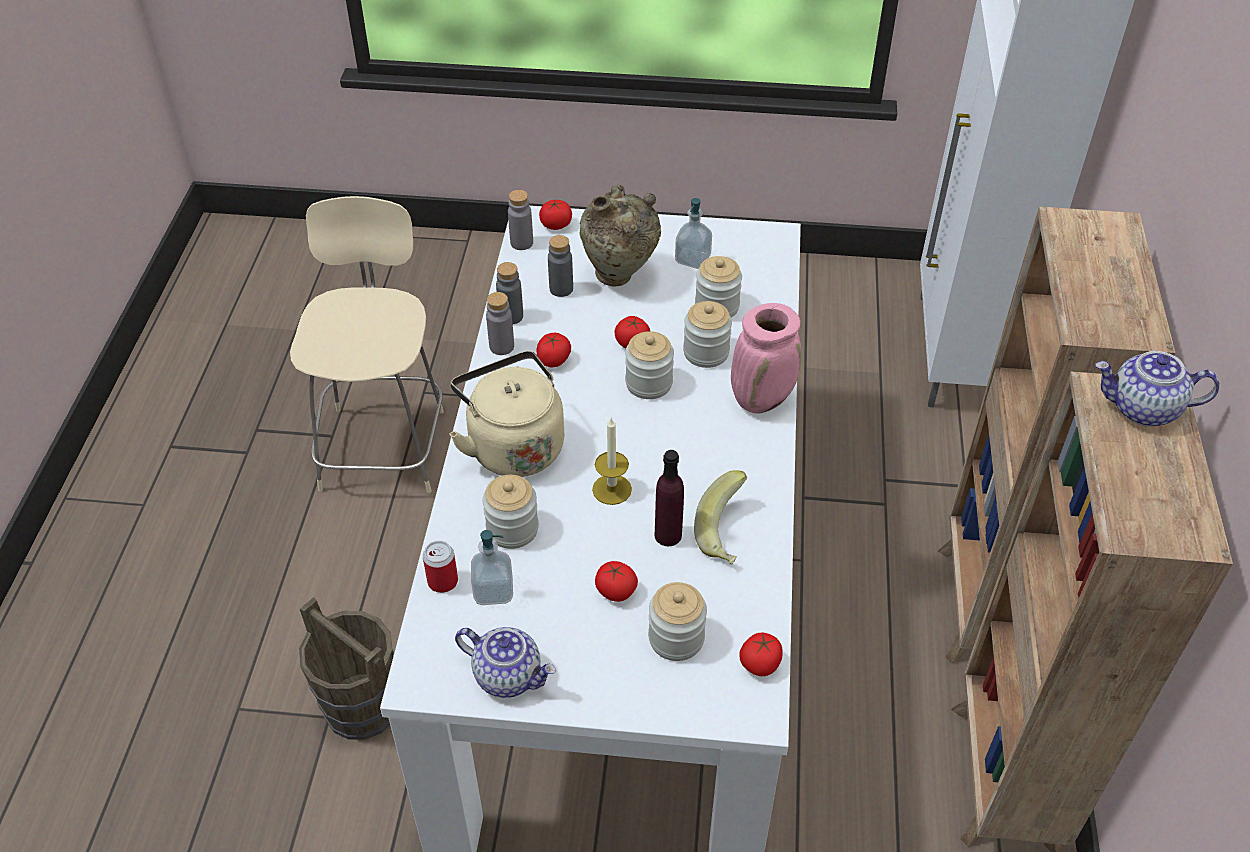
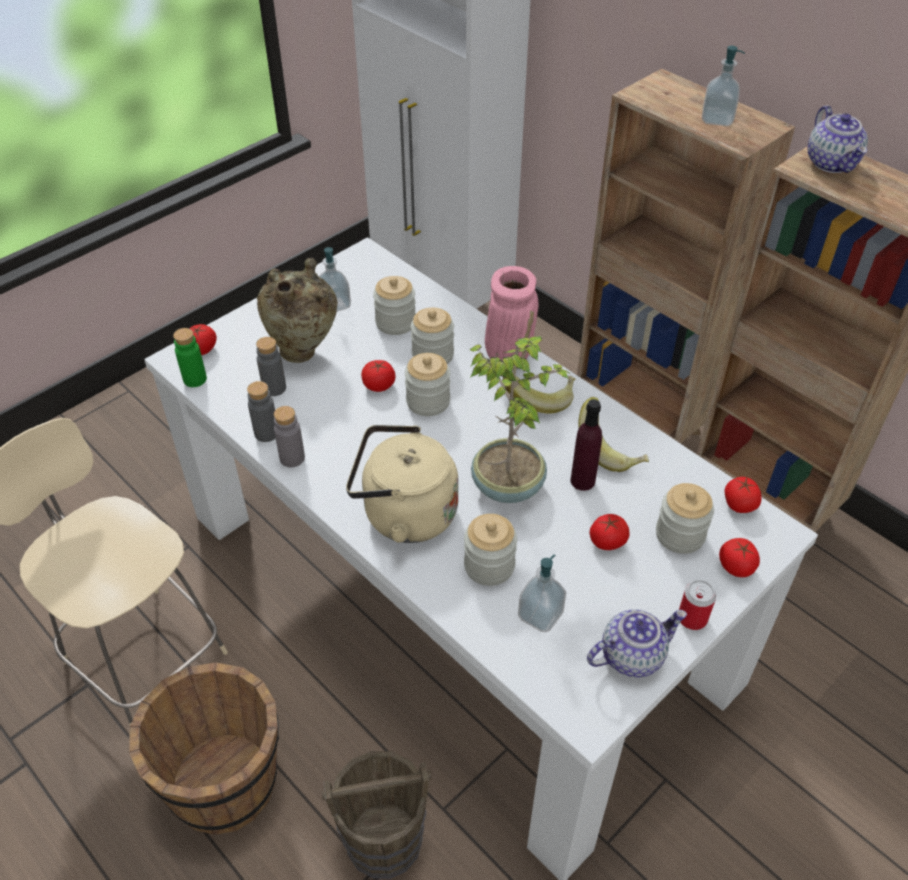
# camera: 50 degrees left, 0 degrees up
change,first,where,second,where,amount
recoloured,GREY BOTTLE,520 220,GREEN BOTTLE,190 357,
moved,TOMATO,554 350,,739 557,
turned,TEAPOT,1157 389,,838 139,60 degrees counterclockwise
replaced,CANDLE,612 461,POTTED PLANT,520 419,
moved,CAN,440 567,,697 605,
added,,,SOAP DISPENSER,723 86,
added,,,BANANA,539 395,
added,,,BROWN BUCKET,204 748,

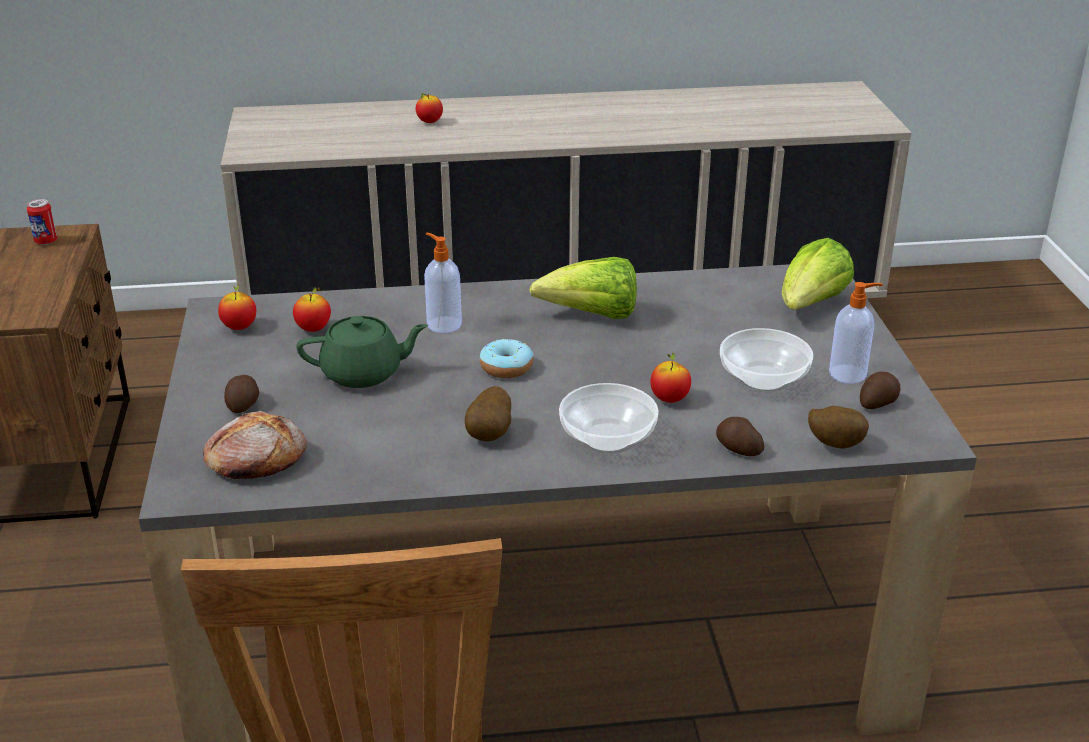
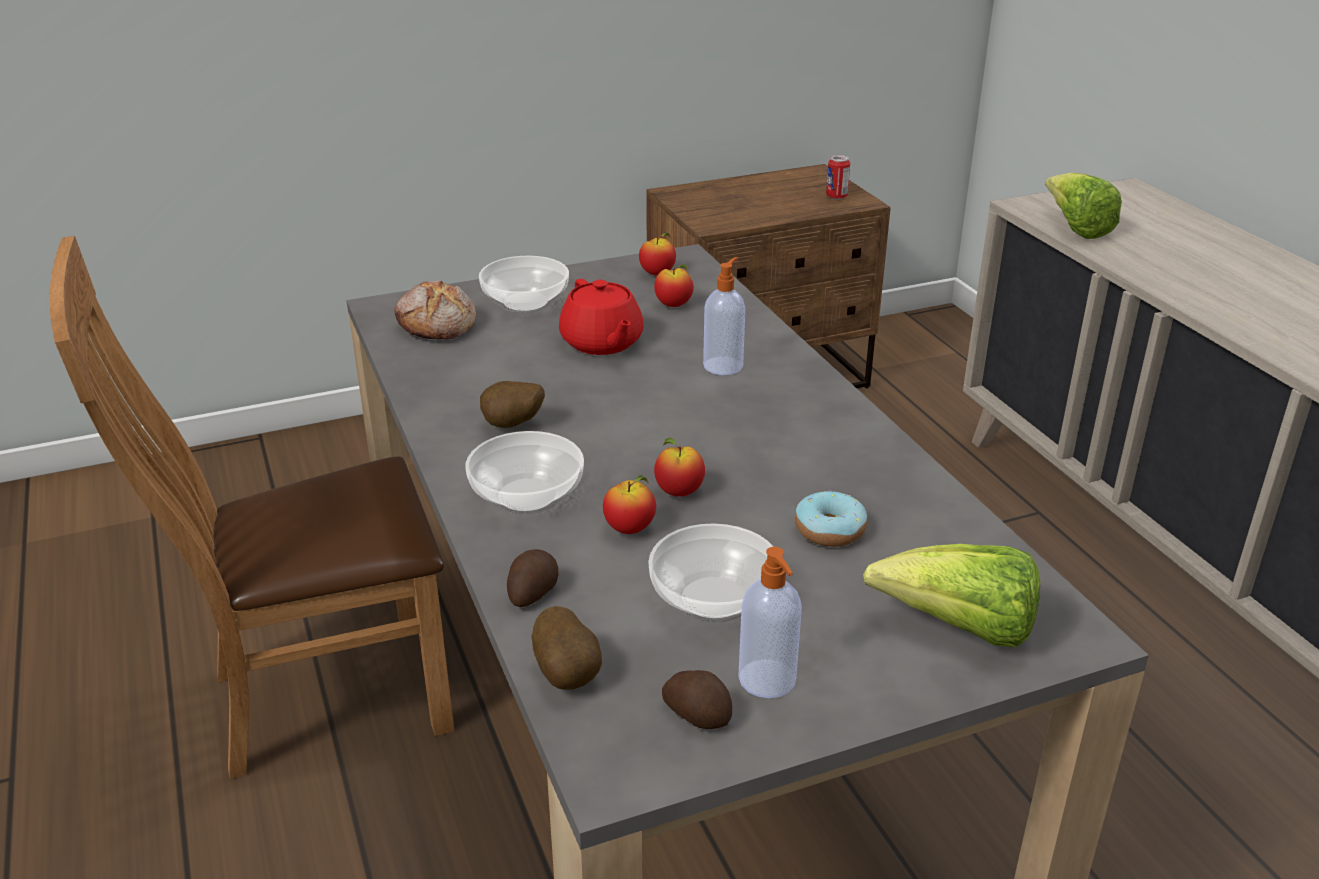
# camera: 75 degrees right, 0 degrees up
change,first,where,second,where,amount
moved,APPLE,429 108,,679 467,
moved,LETTUCE,583 288,,1083 206,
recoloured,GREEN TEAPOT,362 352,RED TEAPOT,601 317,
moved,DONUT,507 358,,831 518,
replaced,POTATO,241 394,BOWL,524 284,

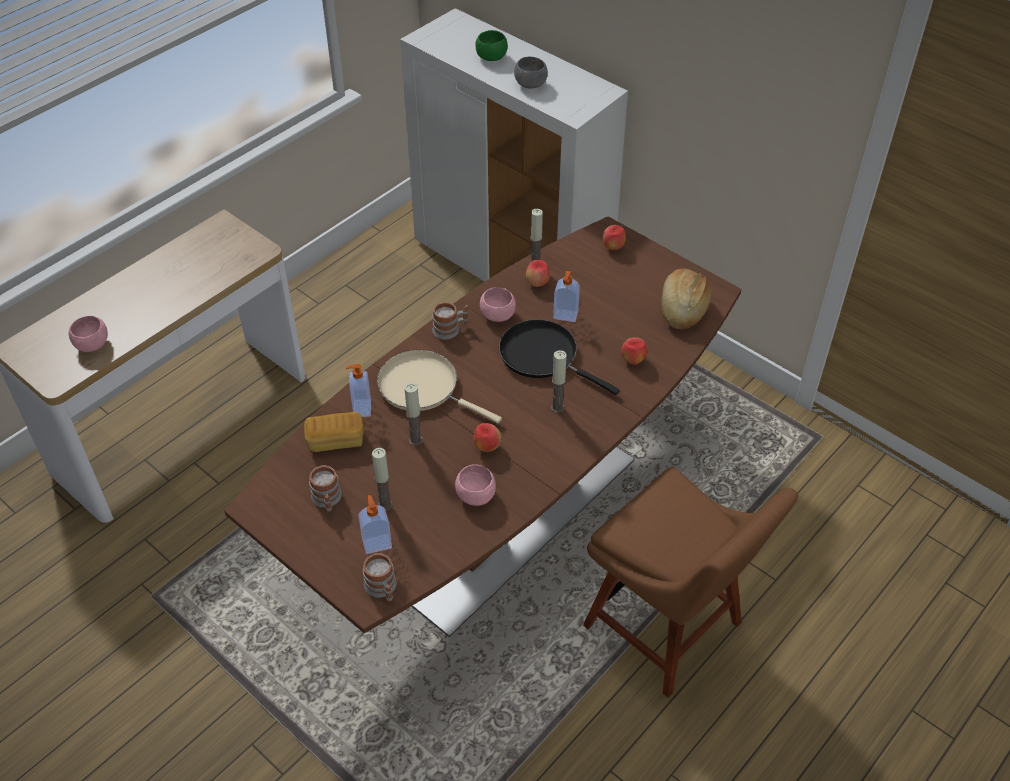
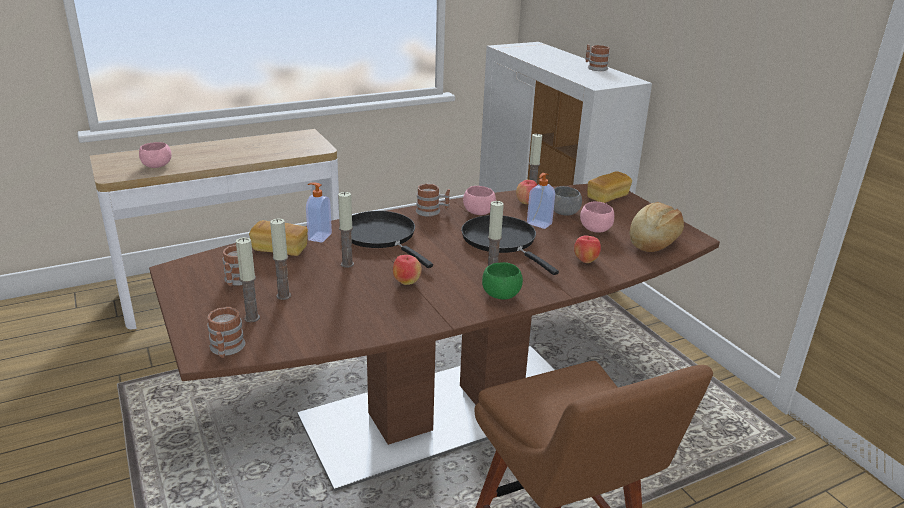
# camera: 20 degrees right, 20 degrees down
change,first,where,second,where,amount
moved,GREEN BOWL,491 45,,502 281,
moved,GREY BOWL,531 72,,568 201,
replaced,APPLE,614 237,BREAD,609 187,
recoloured,BEIGE FRYING PAN,439 387,BLACK FRYING PAN,392 239,
moved,PINK BOWL,475 485,,597 217,
replaced,SOAP DISPENSER,375 524,CANDLE,248 279,
added,,,MUG,597 58,

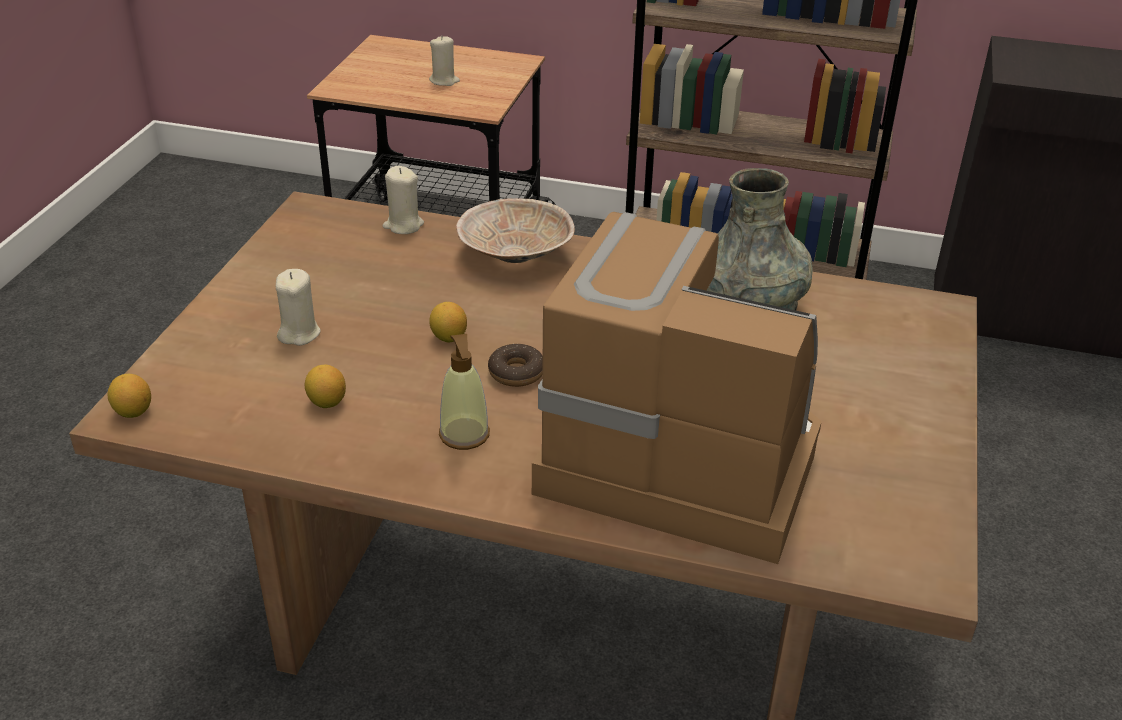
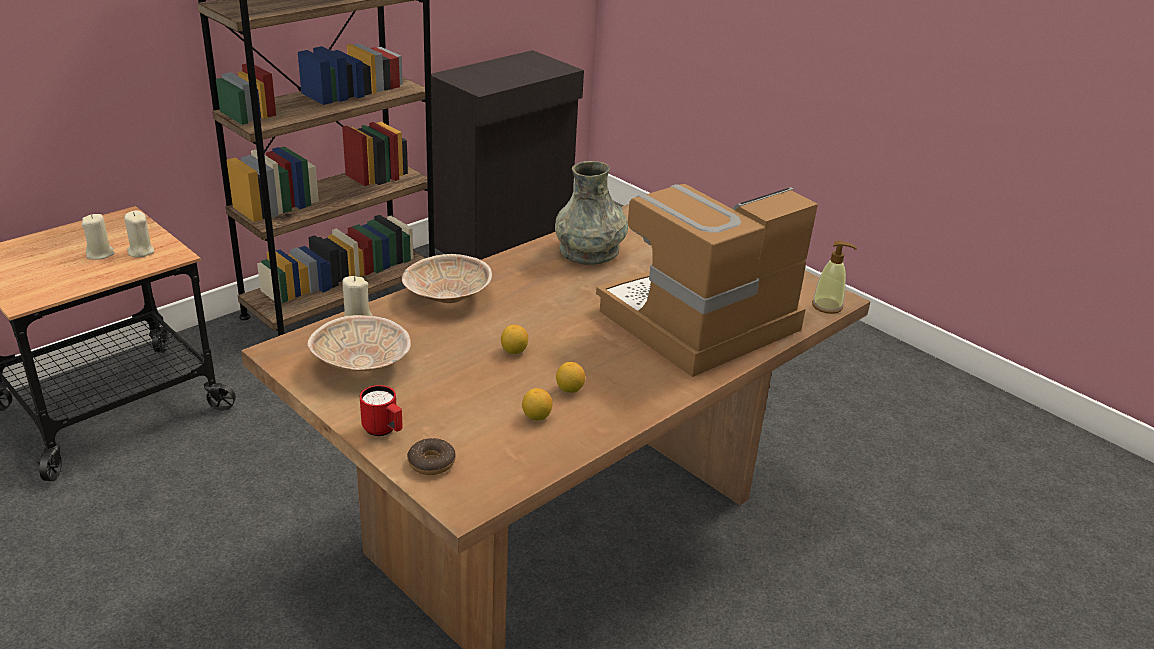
# camera: 60 degrees left, 5 degrees down
change,first,where,second,where,amount
moved,BEIGE CANDLE,298 307,,139 234,
moved,SOAP DISPENSER,464 392,,834 277,
moved,DONUT,515 365,,431 456,
moved,LEMON,129 396,,570 377,
added,,,BEIGE BOWL,359 343,
added,,,RED MUG,381 410,

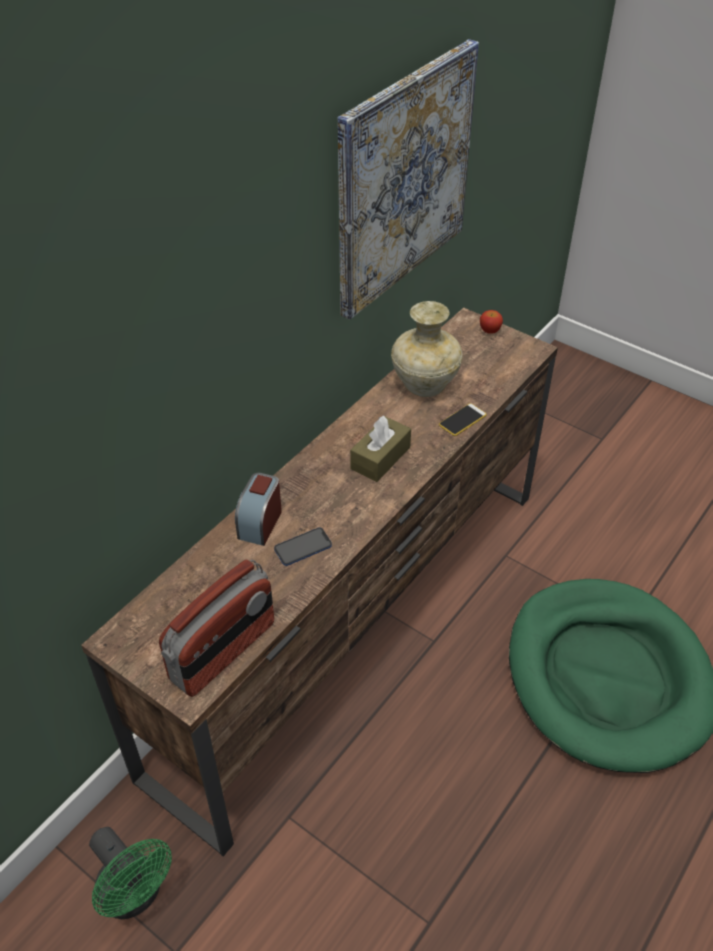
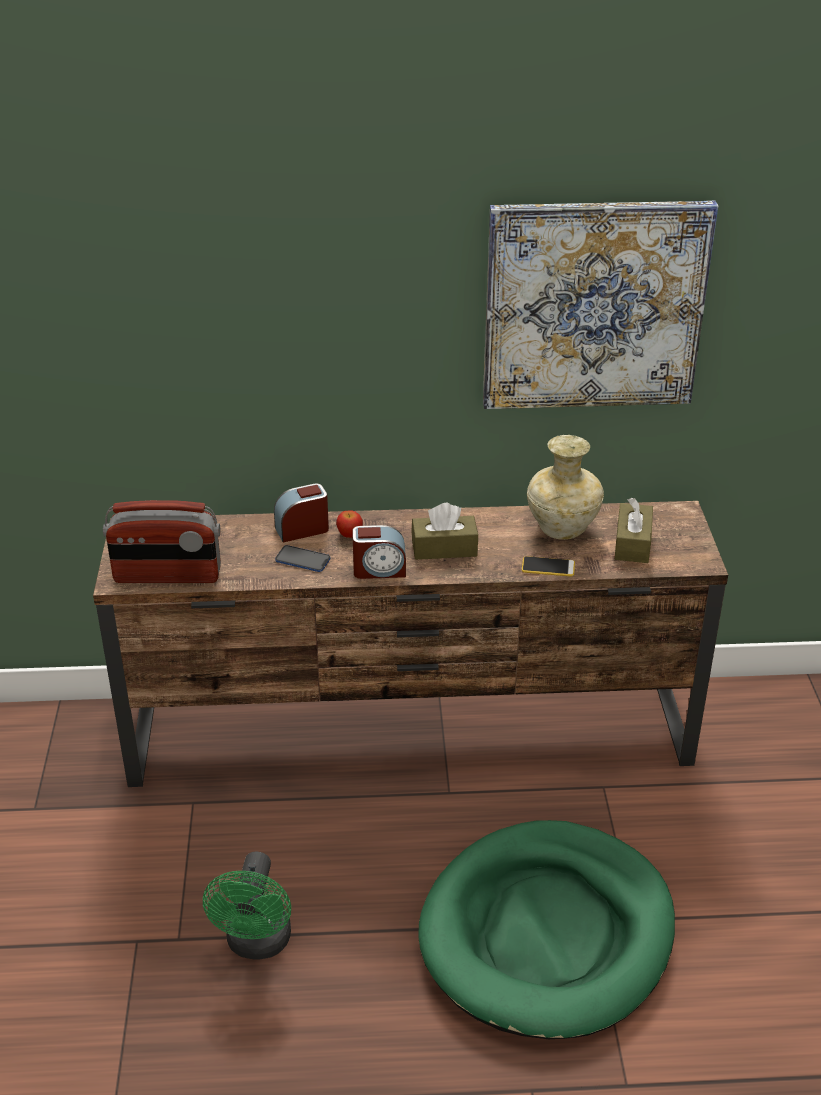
# camera: 50 degrees right, 10 degrees down
change,first,where,second,where,amount
moved,APPLE,491 322,,349 524,
moved,GREEN FAN,130 873,,247 905,
added,,,BROWN TISSUE BOX,634 530,
added,,,ALARM CLOCK,379 552,

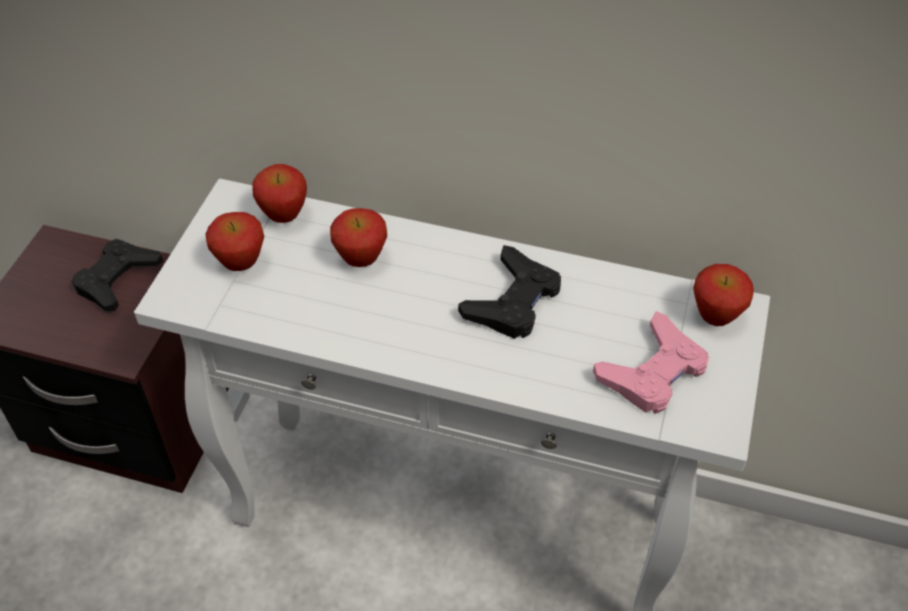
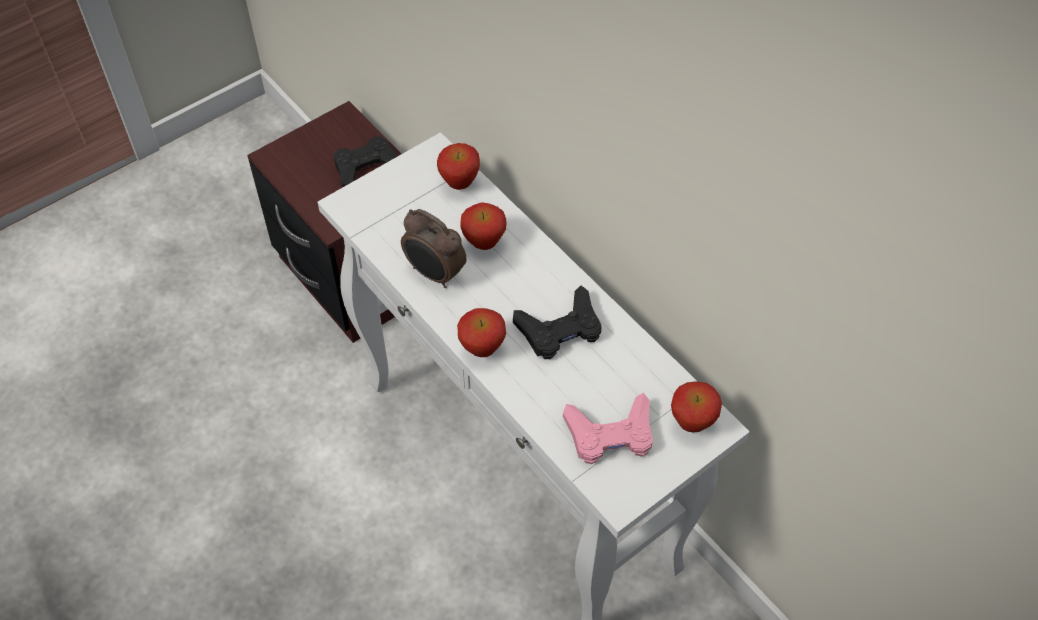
# camera: 35 degrees right, 5 degrees up
change,first,where,second,where,amount
moved,APPLE,234 241,,481 332,
added,,,ALARM CLOCK,433 248,

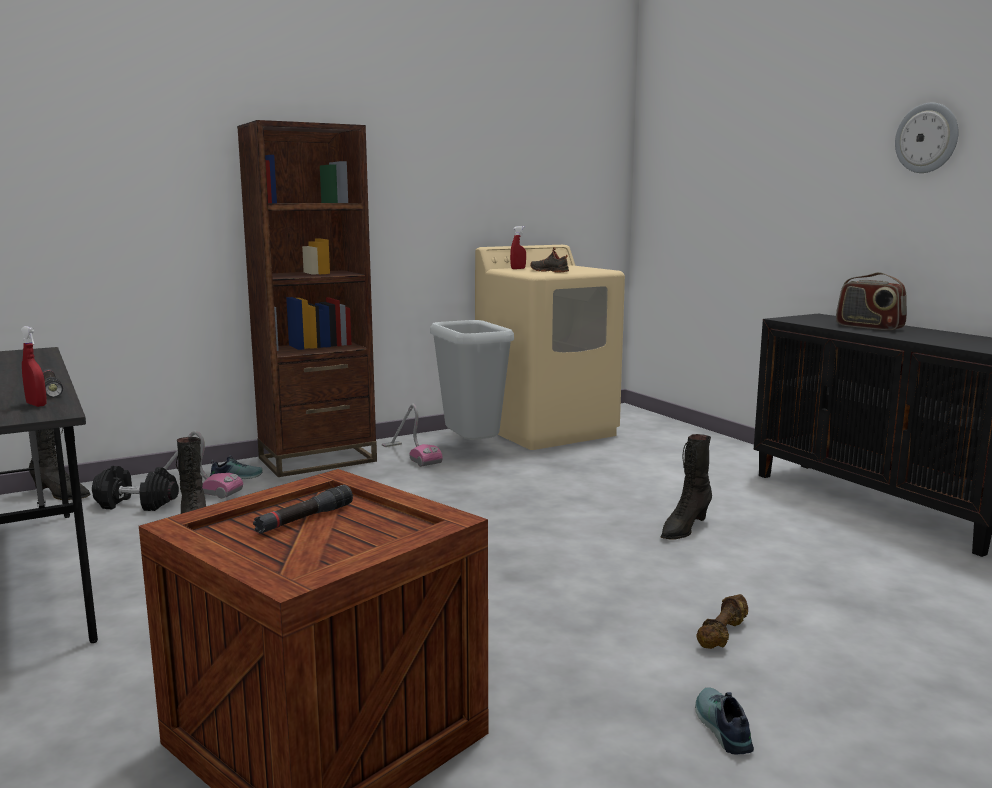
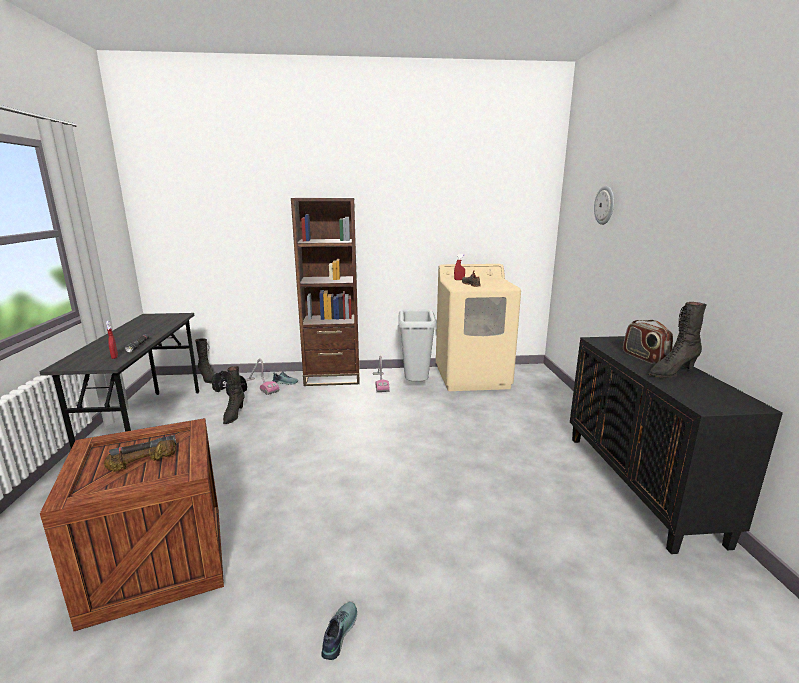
# camera: 25 degrees right, 5 degrees up
change,first,where,second,where,amount
moved,WALL CLOCK,927 138,,604 205,
moved,BLACK BOOT,686 487,,678 339,
moved,BROWN DUMBBELL,722 621,,140 456,

